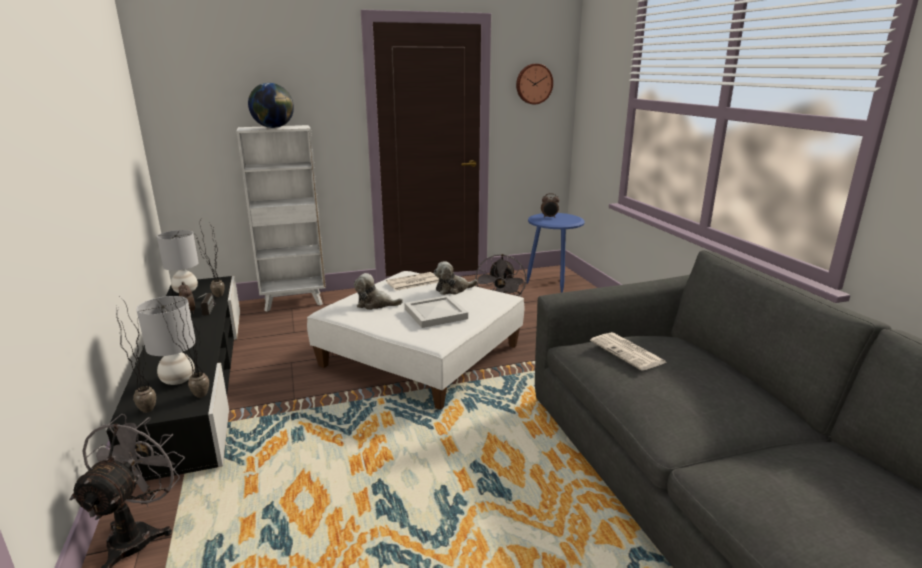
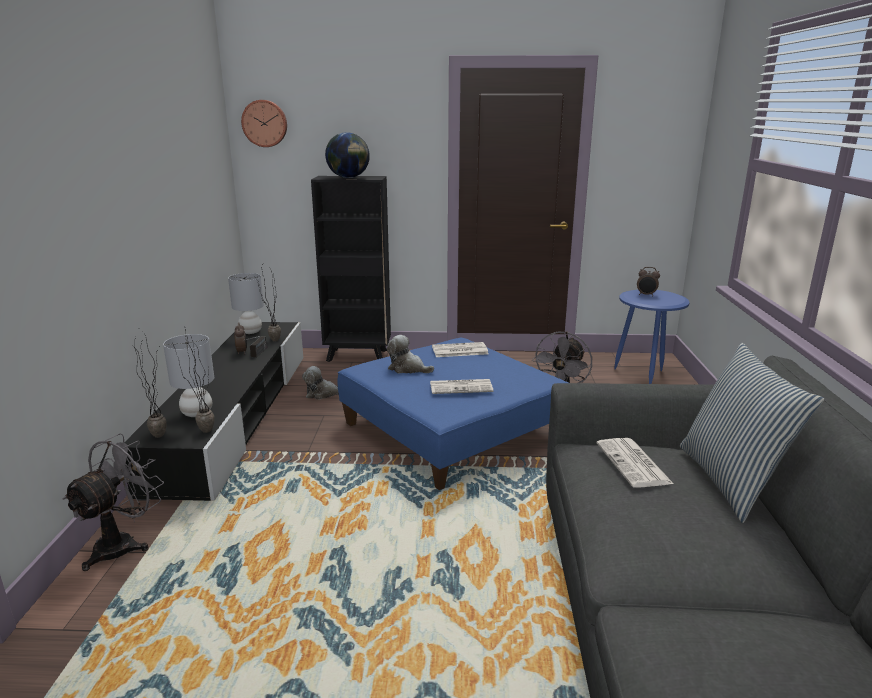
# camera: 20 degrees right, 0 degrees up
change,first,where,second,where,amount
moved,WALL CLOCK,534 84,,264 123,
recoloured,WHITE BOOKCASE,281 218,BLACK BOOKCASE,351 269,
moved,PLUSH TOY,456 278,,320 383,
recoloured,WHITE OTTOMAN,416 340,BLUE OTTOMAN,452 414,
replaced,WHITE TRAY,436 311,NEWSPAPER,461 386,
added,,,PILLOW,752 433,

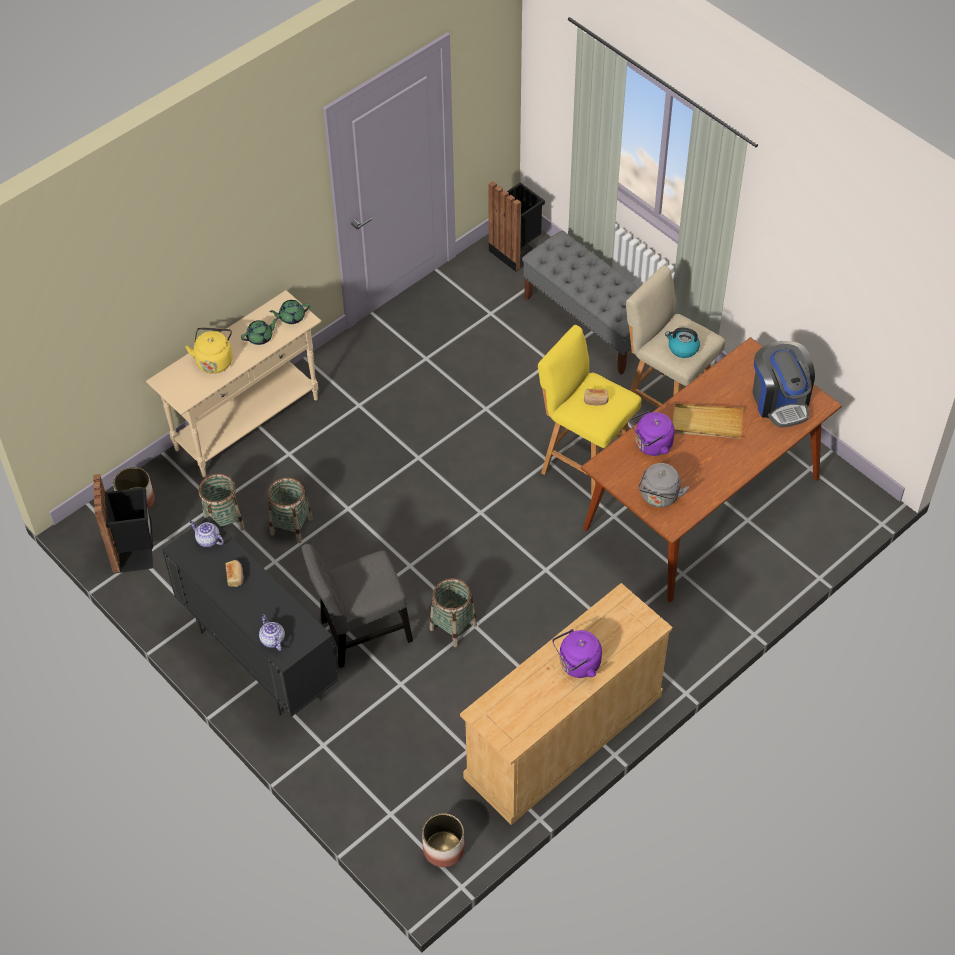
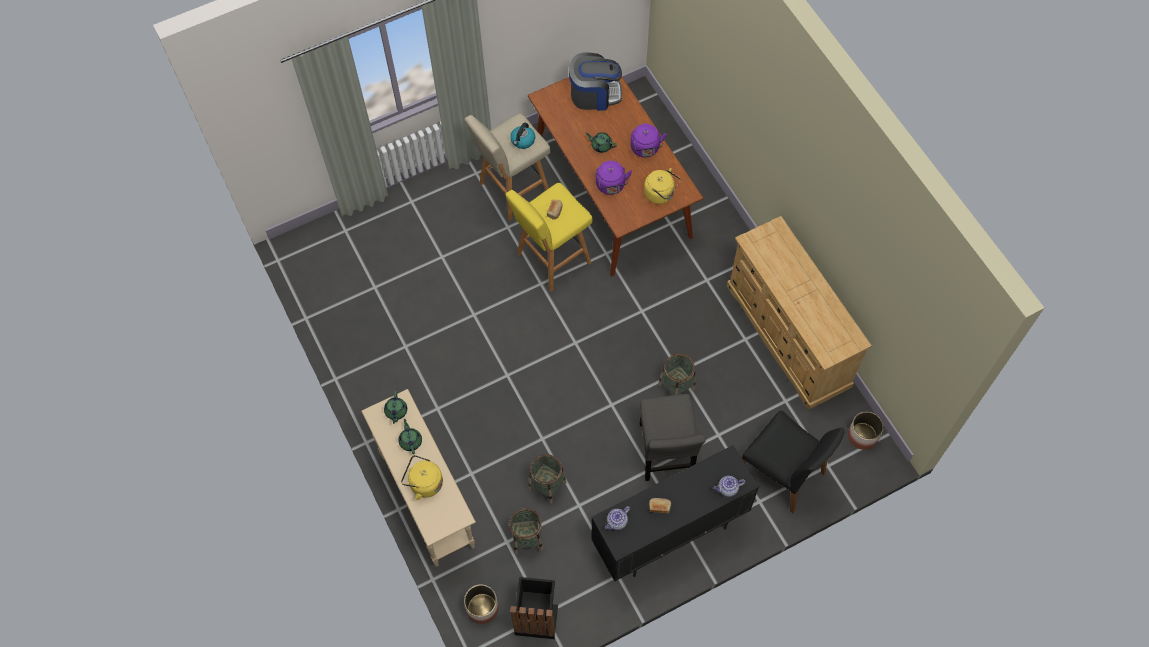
# camera: 75 degrees left, 10 degrees up
change,first,where,second,where,amount
removed,BLACK TRASH CAN,516 226,,,
removed,GREY BENCH,580 303,,,
replaced,BEIGE TRAY,708 421,GREEN TEAPOT,601 142,
recoloured,GREY KETTLE,663 485,YELLOW KETTLE,662 186,
moved,PURPLE KETTLE,577 653,,649 141,
added,,,BLACK CHAIR,793 462,

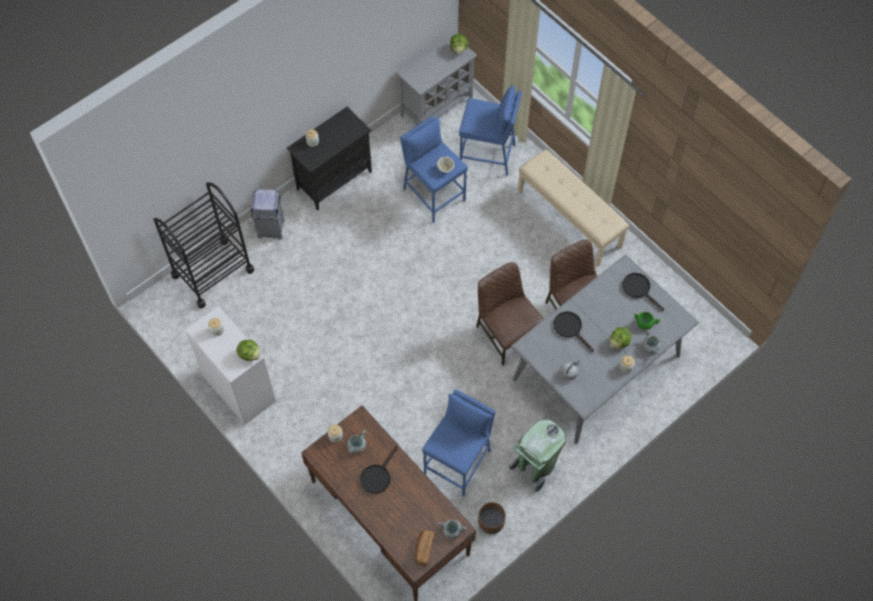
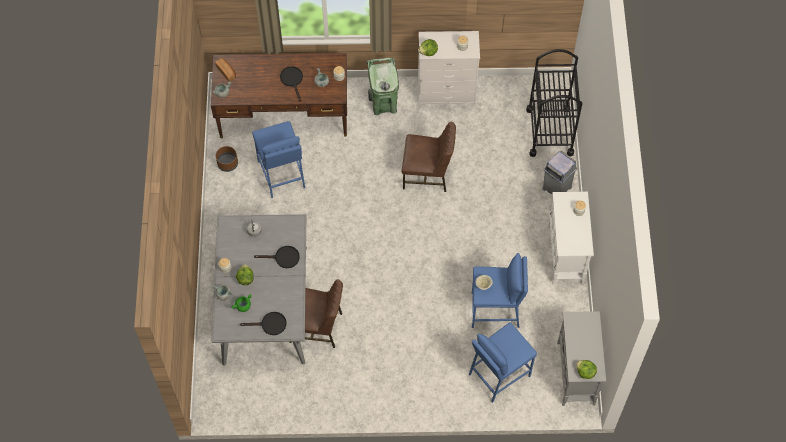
# camera: 130 degrees right, 0 degrees up
change,first,where,second,where,amount
recoloured,BLACK CABINET,329 159,WHITE CABINET,571 238,
removed,BEIGE BENCH,573 208,,,
moved,BROWN CHAIR,510 314,,429 157,
moved,GREEN TRASH CAN,537 456,,383 86,

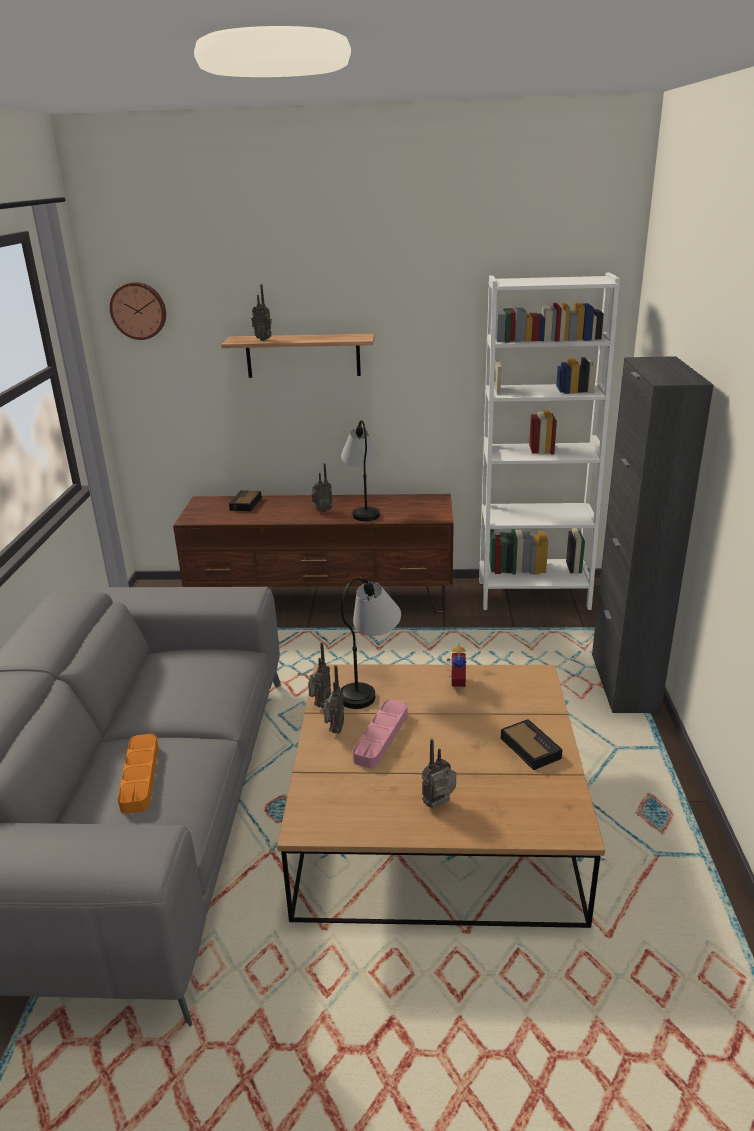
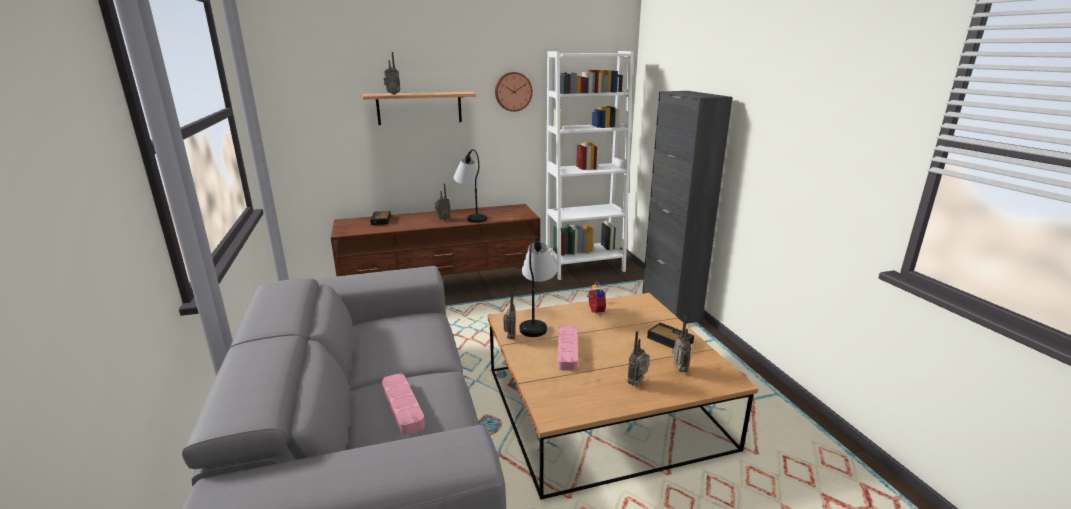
# camera: 20 degrees left, 5 degrees down
change,first,where,second,where,amount
moved,WALL CLOCK,138 311,,514 92,
moved,RADIO,333 699,,681 344,
recoloured,ORANGE TRAY,138 774,PINK TRAY,403 404,

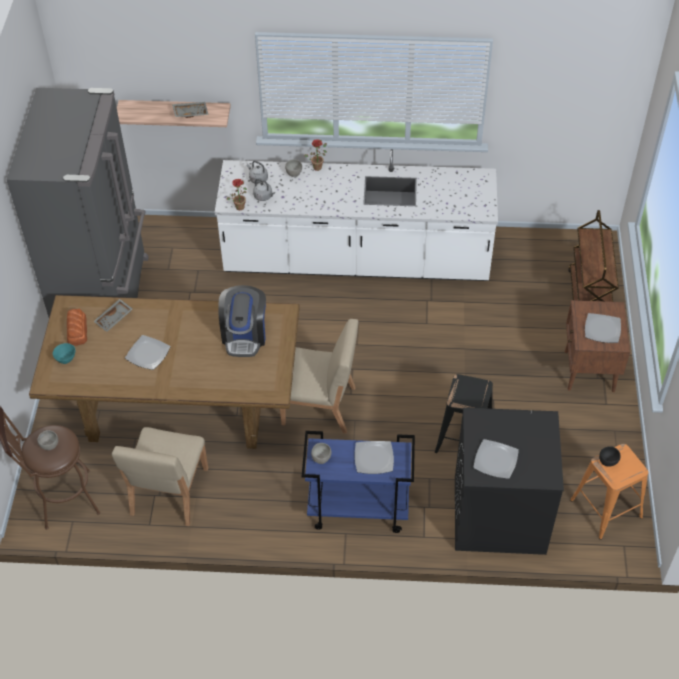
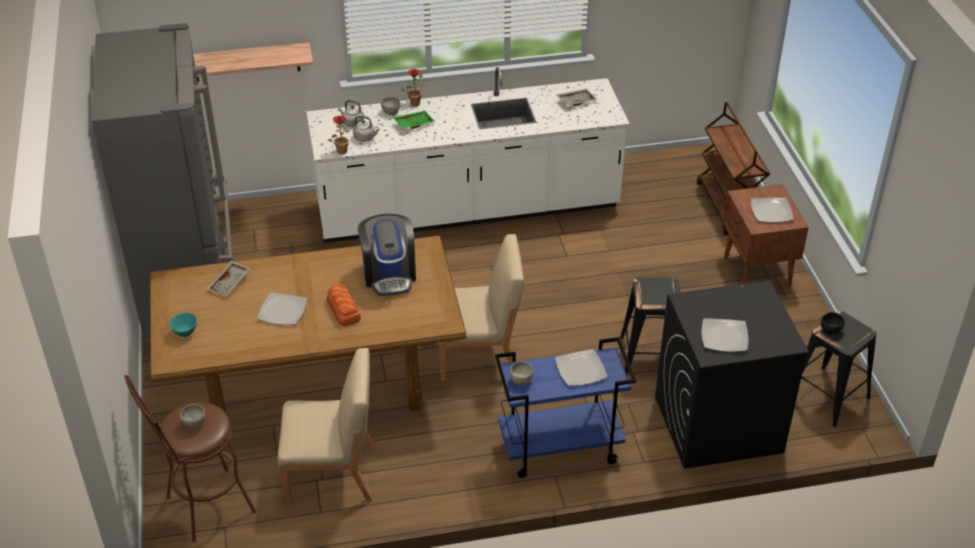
# camera: 15 degrees left, 10 degrees down
change,first,where,second,where,amount
moved,GREY TRAY,190 110,,577 97,
moved,BREAD,77 327,,344 305,
turned,BEIGE CHAIR,160 476,,326 426,90 degrees counterclockwise
recoloured,ORANGE STOOL,609 492,BLACK STOOL,839 369,
added,,,GREEN TRAY,413 119,

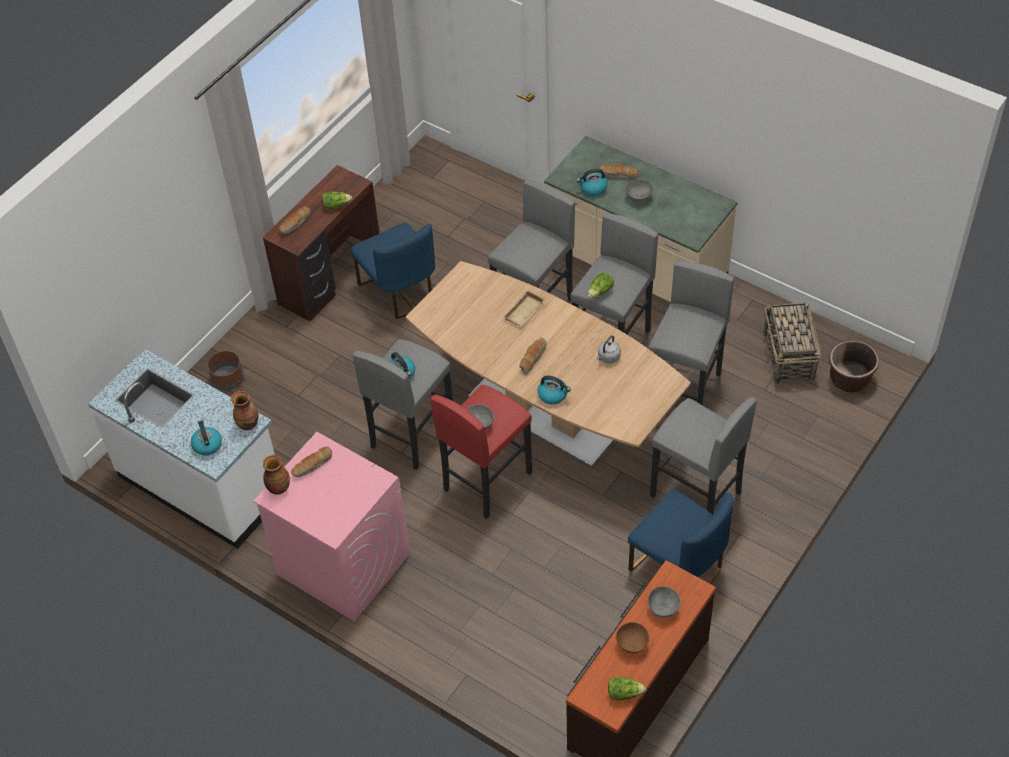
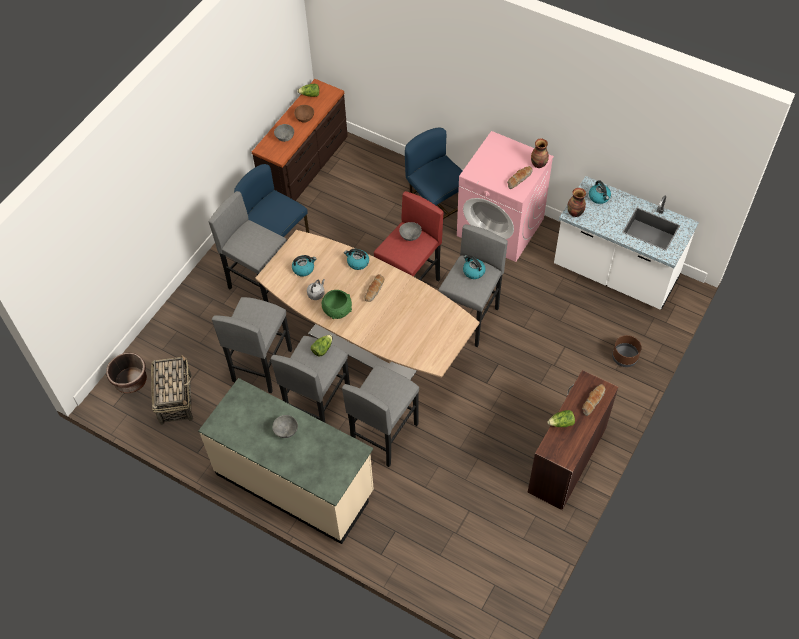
# camera: 175 degrees right, 5 degrees up
change,first,where,second,where,amount
removed,BREAD,619 171,,,
moved,KETTLE,591 182,,304 265,
moved,BLUE CHAIR,393 271,,433 173,
removed,BEIGE TRAY,524 308,,,
added,,,GREEN BOWL,337 304,

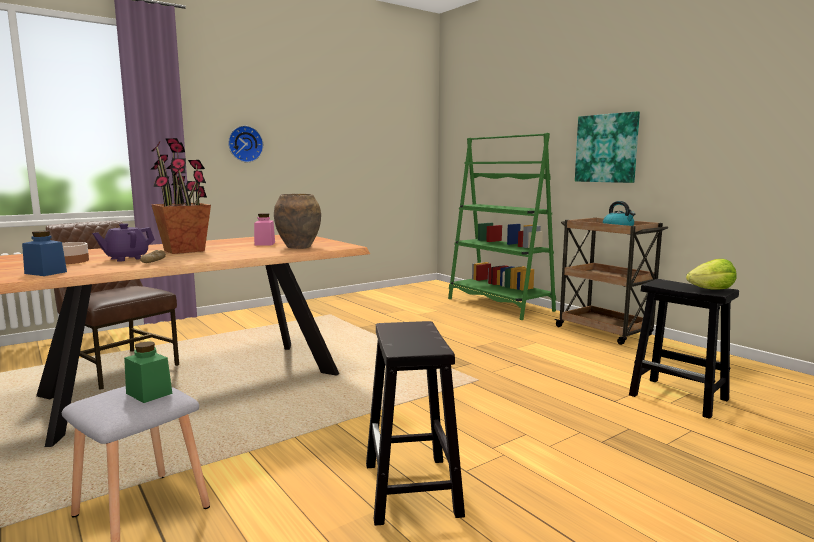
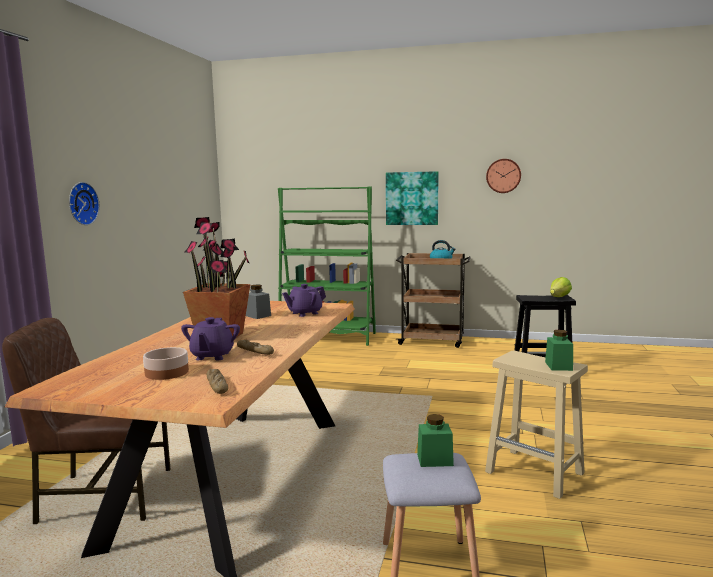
# camera: 40 degrees left, 0 degrees up
change,first,where,second,where,amount
replaced,BROWN VASE,297 221,PURPLE TEAPOT,304 300,
recoloured,PINK JAR,264 229,GREY JAR,258 302,
replaced,BLUE JAR,44 253,BREAD,217 381,
recoloured,BLACK STOOL,415 423,BEIGE STOOL,536 424,
added,,,WALL CLOCK,503 176,
added,,,GREEN JAR,559 350,

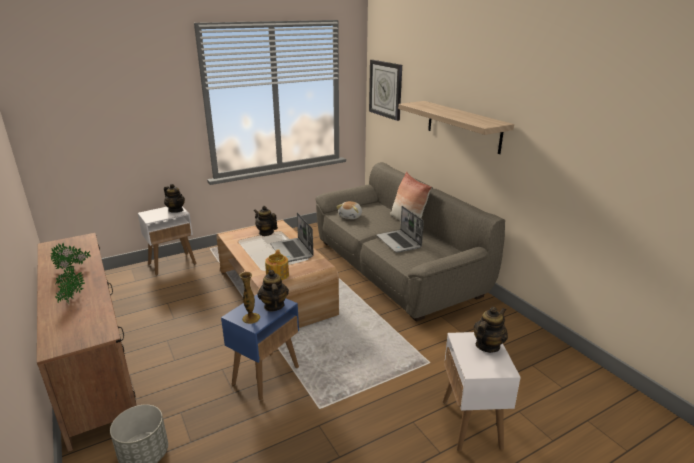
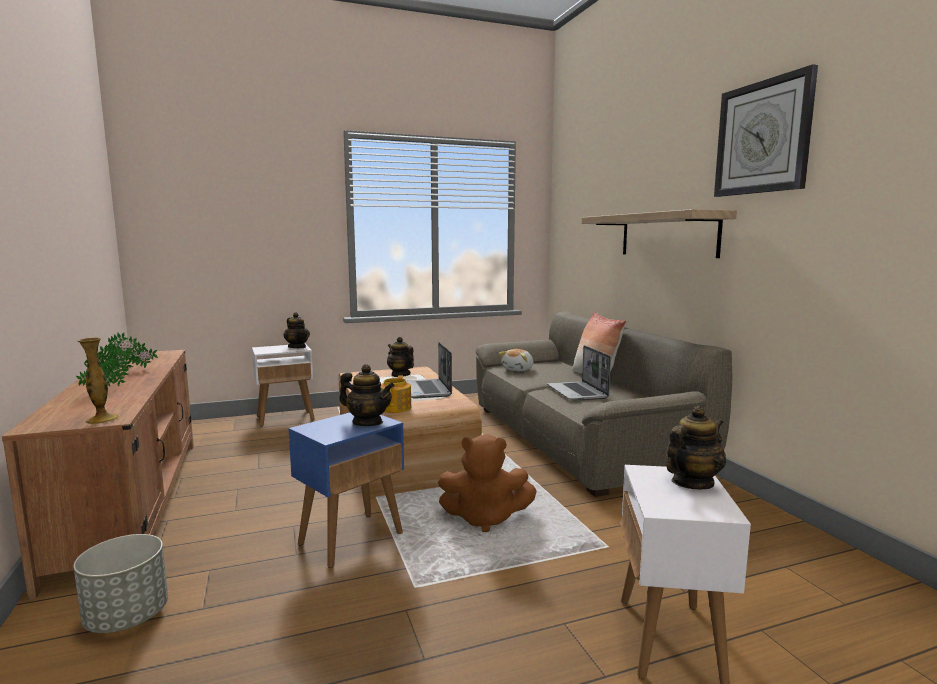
# camera: 10 degrees right, 15 degrees down
change,first,where,second,where,amount
moved,WALL CLOCK,385 90,,766 130,
turned,TEAPOT,273 290,,367 395,120 degrees clockwise
moved,VASE,249 298,,98 380,
added,,,BROWN PLUSH TOY,487 483,

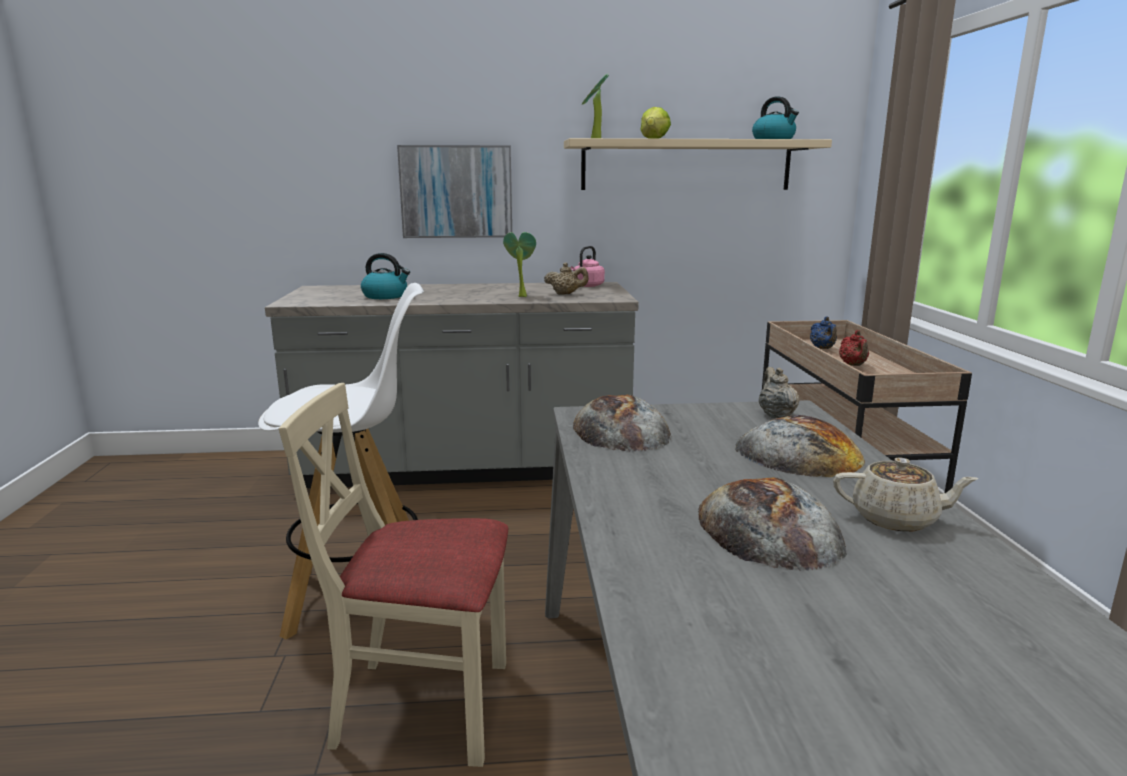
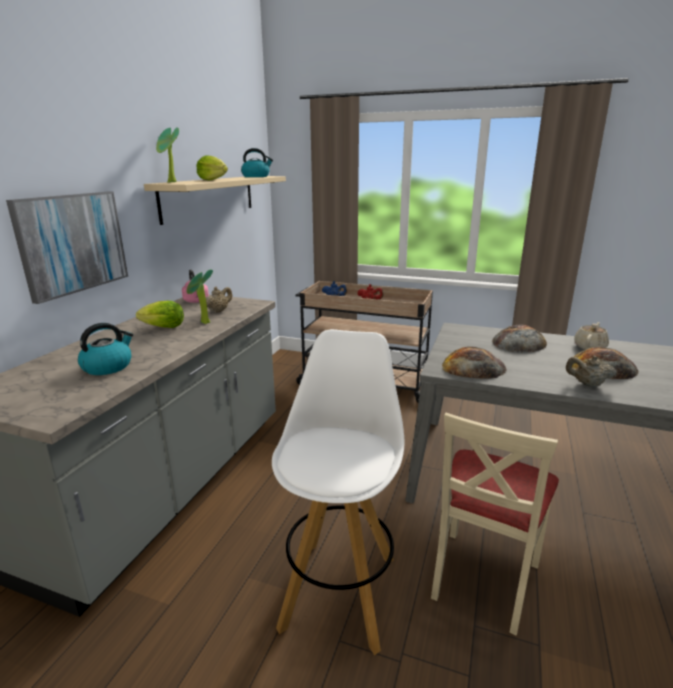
# camera: 65 degrees left, 5 degrees up
change,first,where,second,where,amount
moved,BEIGE TEAPOT,779 392,,591 371,
added,,,LETTUCE,160 314,

